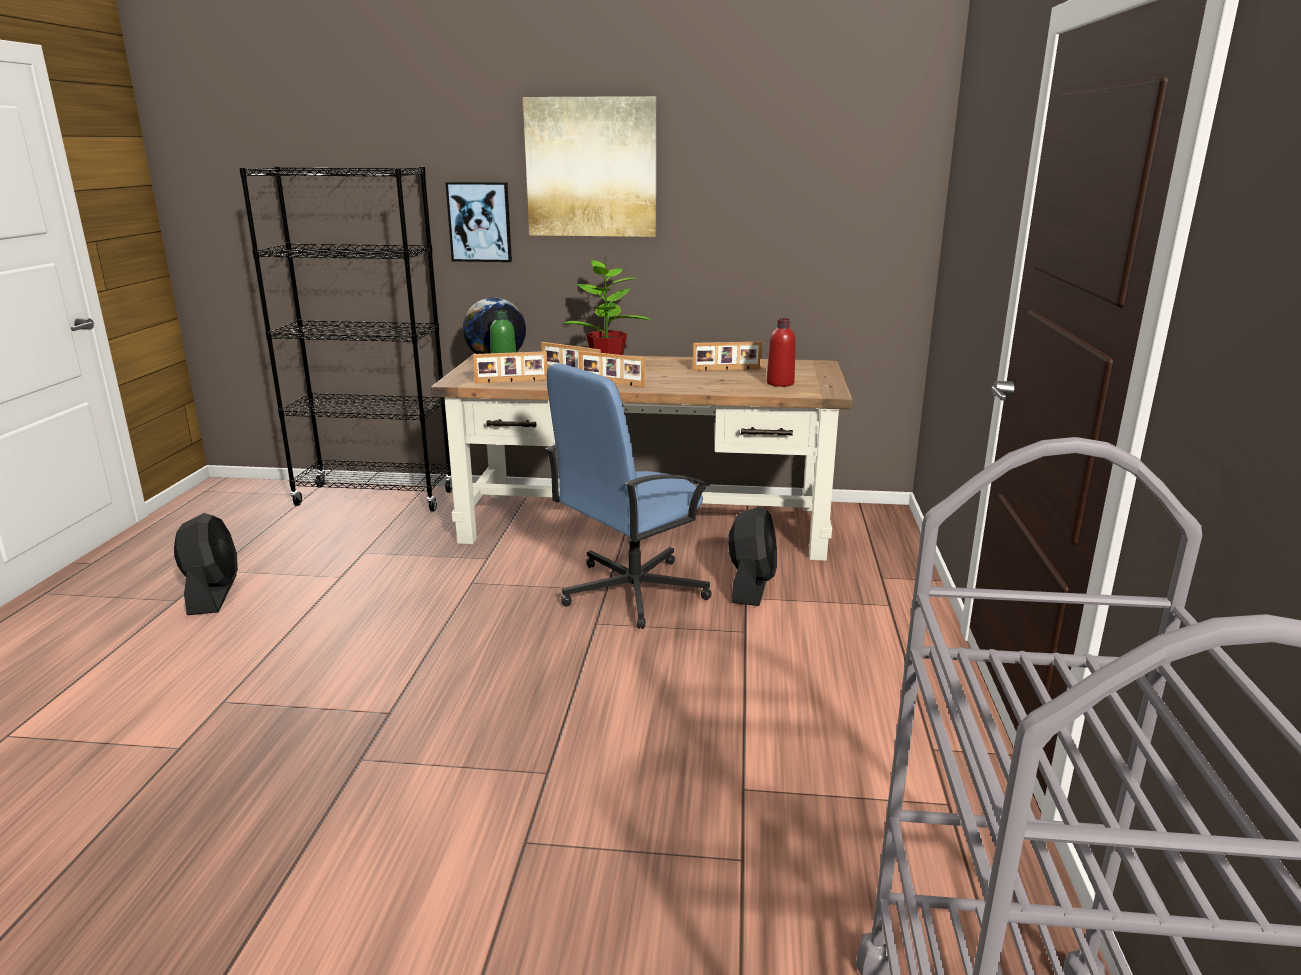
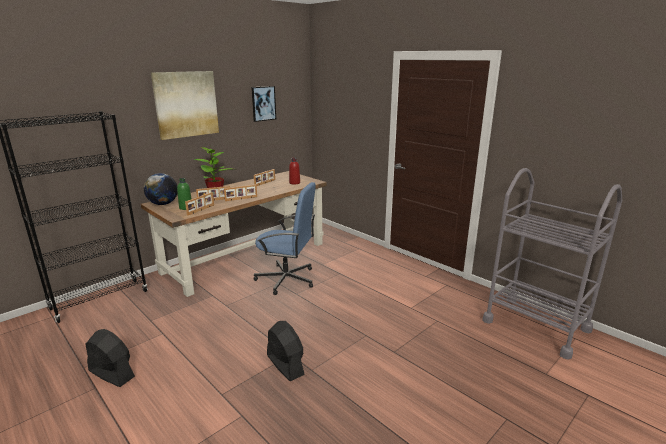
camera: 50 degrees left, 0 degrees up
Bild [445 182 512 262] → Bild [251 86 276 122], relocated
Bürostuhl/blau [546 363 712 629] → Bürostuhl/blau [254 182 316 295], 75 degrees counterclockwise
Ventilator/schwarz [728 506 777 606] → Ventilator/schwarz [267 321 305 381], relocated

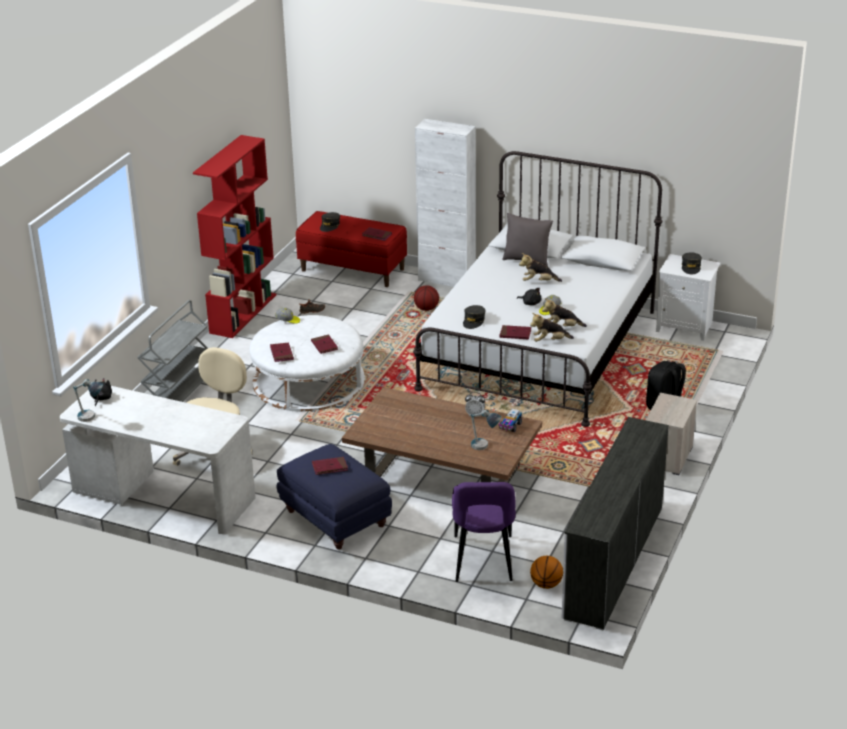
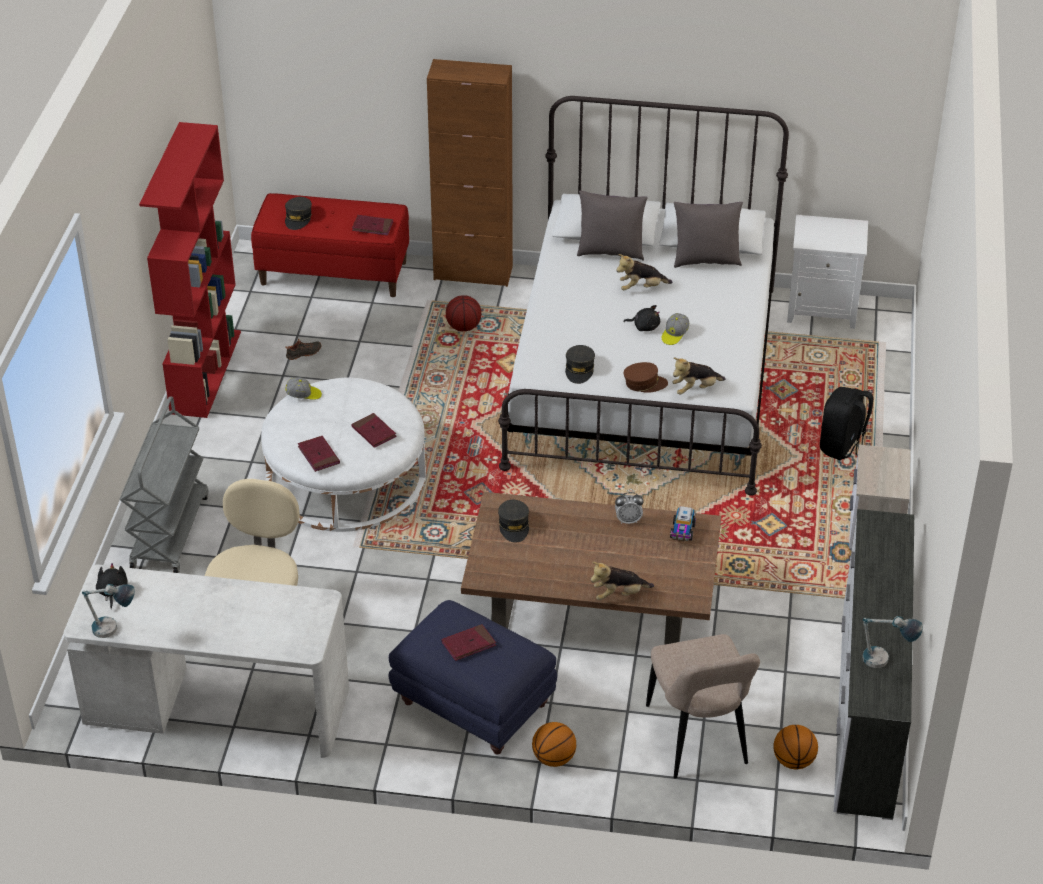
camera: 15 degrees left, 10 degrees up
Schrank/weiß [415 119 476 287] → Schrank/braun [427 59 513 287]
Kappe/grau [682 252 702 274] → Kappe/grau [498 500 529 543], relocated
Plüschtier [542 298 587 327] → Plüschtier [591 562 654 600], relocated
Buch/rot [499 325 532 340] → Kappe/braun [624 362 668 393]
Tischlampe [471 410 502 450] → Tischlampe [862 616 923 668], relocated
Stuhl/lila [452 482 516 582] → Stuhl/beige [646 634 760 779]
- → Kissen/grau [674 202 743 268]
- → Basketball [532 722 576 767]

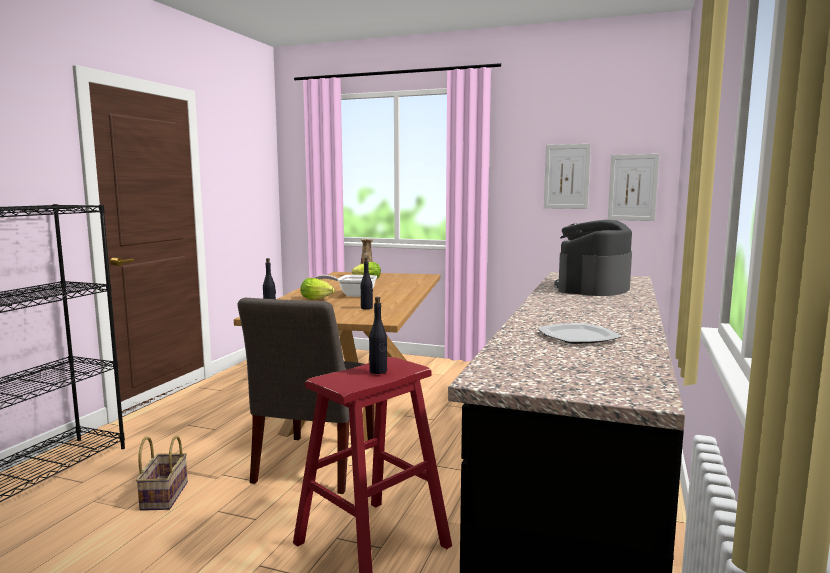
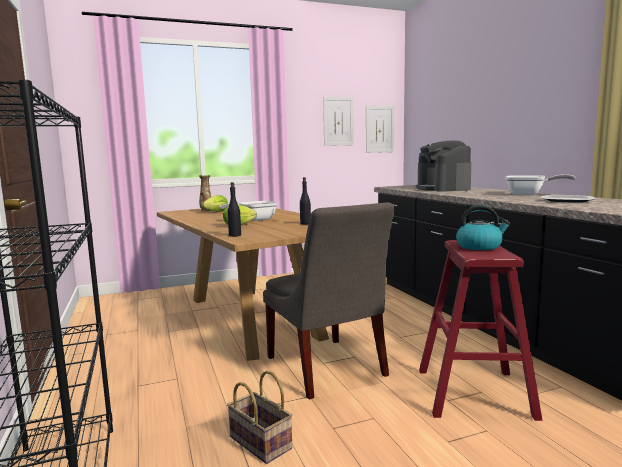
camera: 40 degrees left, 0 degrees up
Flasche/schwarz [369 297 387 374] → Wasserkessel [456 205 511 250]
- → Pfanne [505 174 576 195]

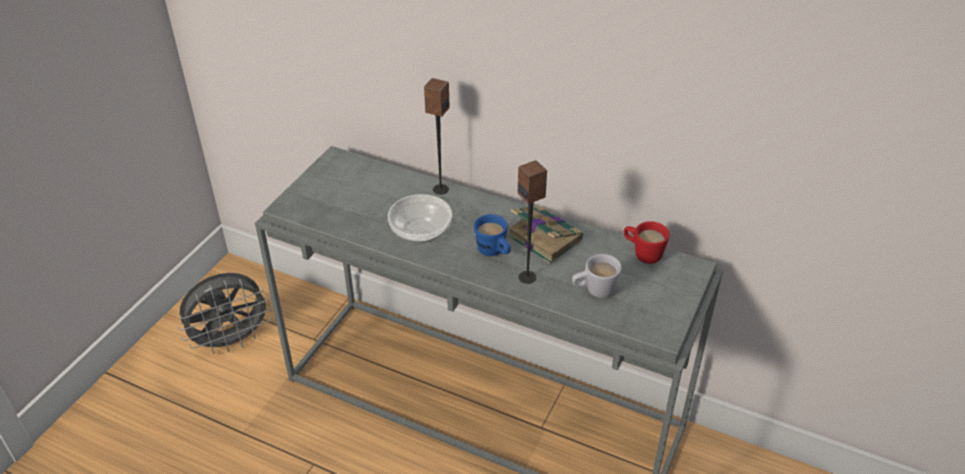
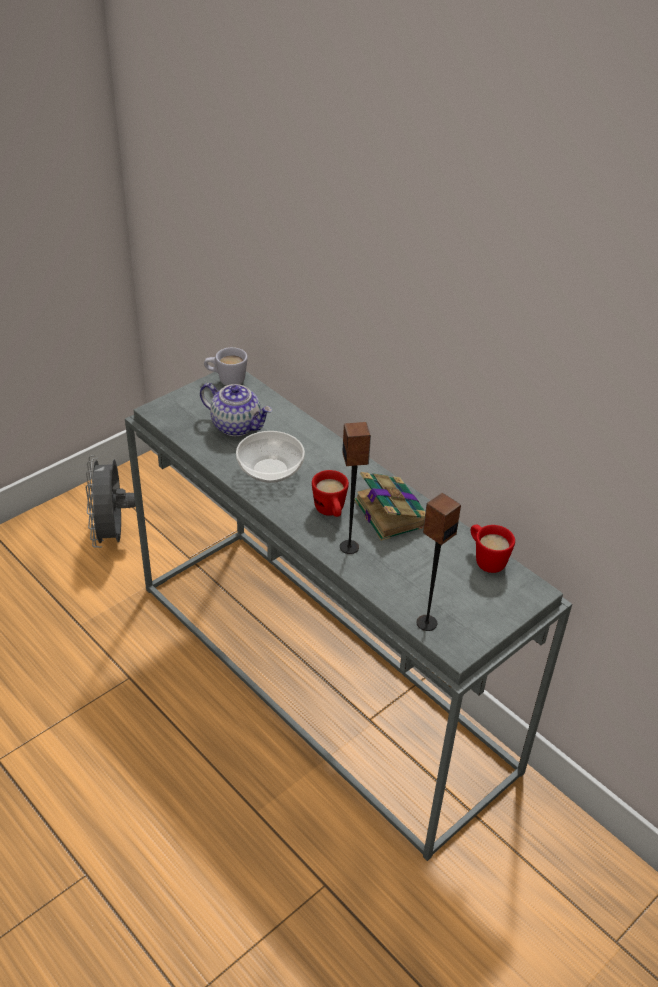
camera: 20 degrees right, 0 degrees up
Lautsprecher [424 78 450 195] → Lautsprecher [417 493 461 631], relocated
Henkelbecher/blau [474 214 511 256] → Henkelbecher/rot [312 470 349 517]
Henkelbecher/weiß [572 254 622 298] → Henkelbecher/weiß [204 347 248 386], relocated
Ventilator/grau [178 273 273 354] → Ventilator/grau [86 455 136 548], 90 degrees clockwise
- → Teekanne [200 383 272 436]

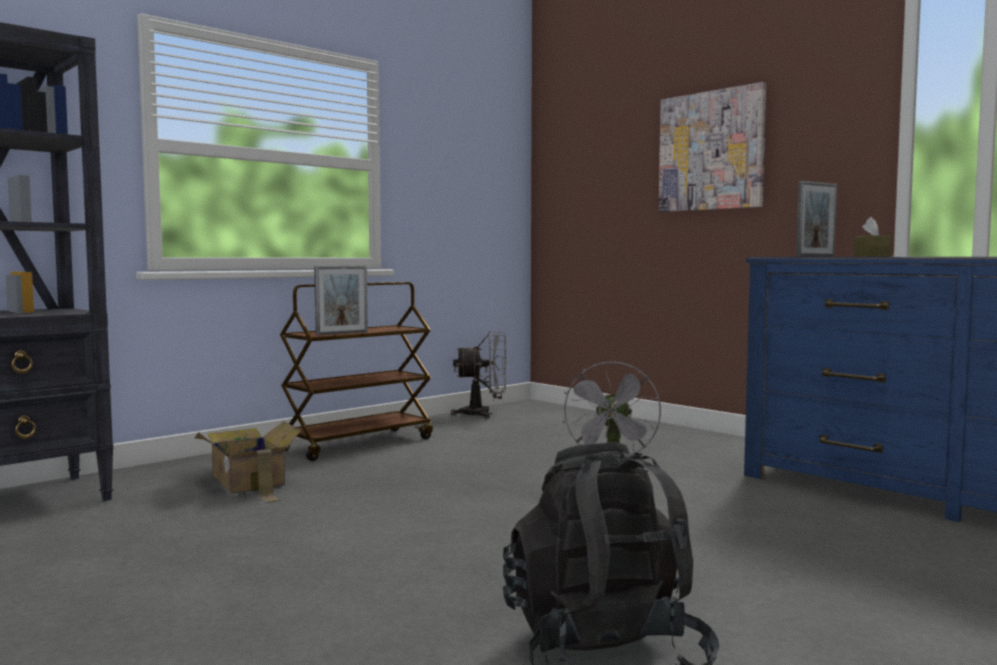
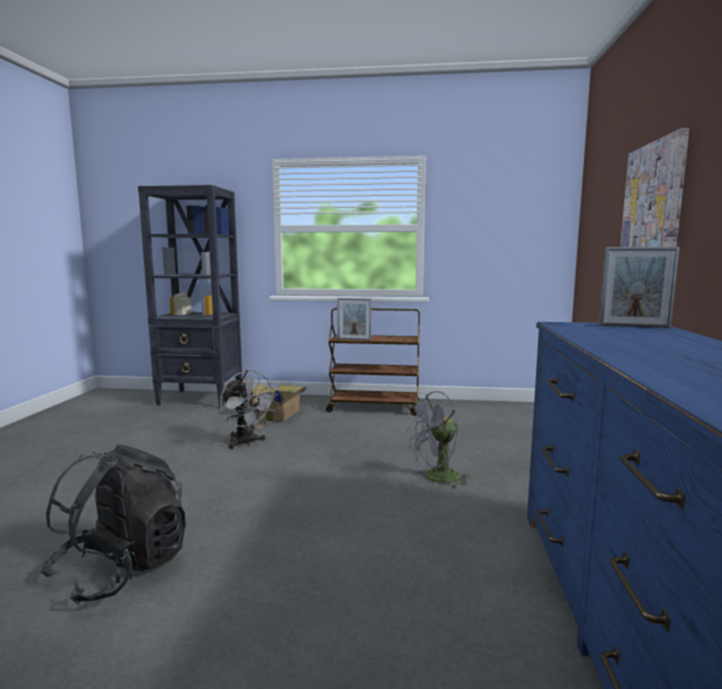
camera: 50 degrees right, 5 degrees up
Taschentuchbox/braun [854 217 892 257] → -
Ventilator/grau [451 331 506 419] → Ventilator/grau [220 370 278 449], relocated

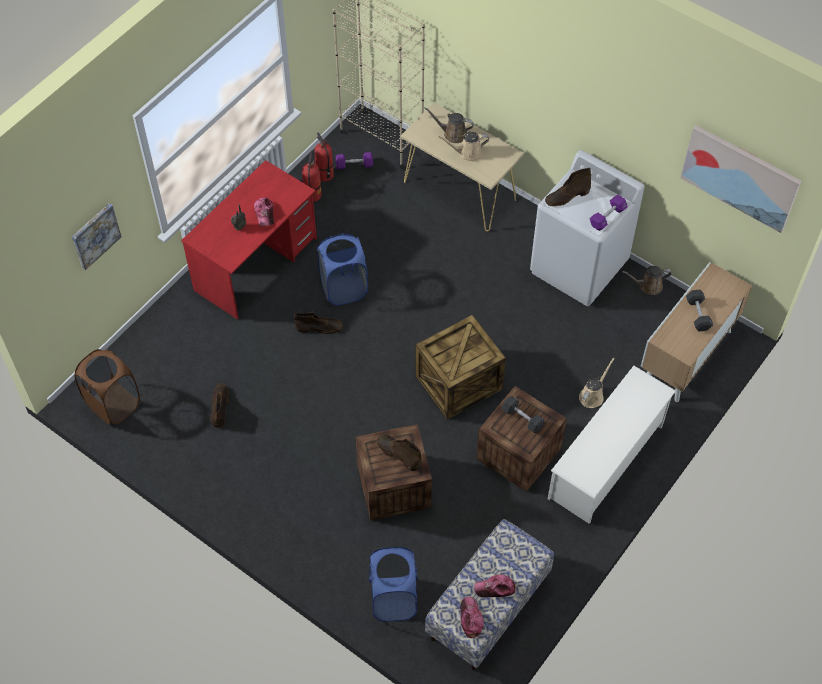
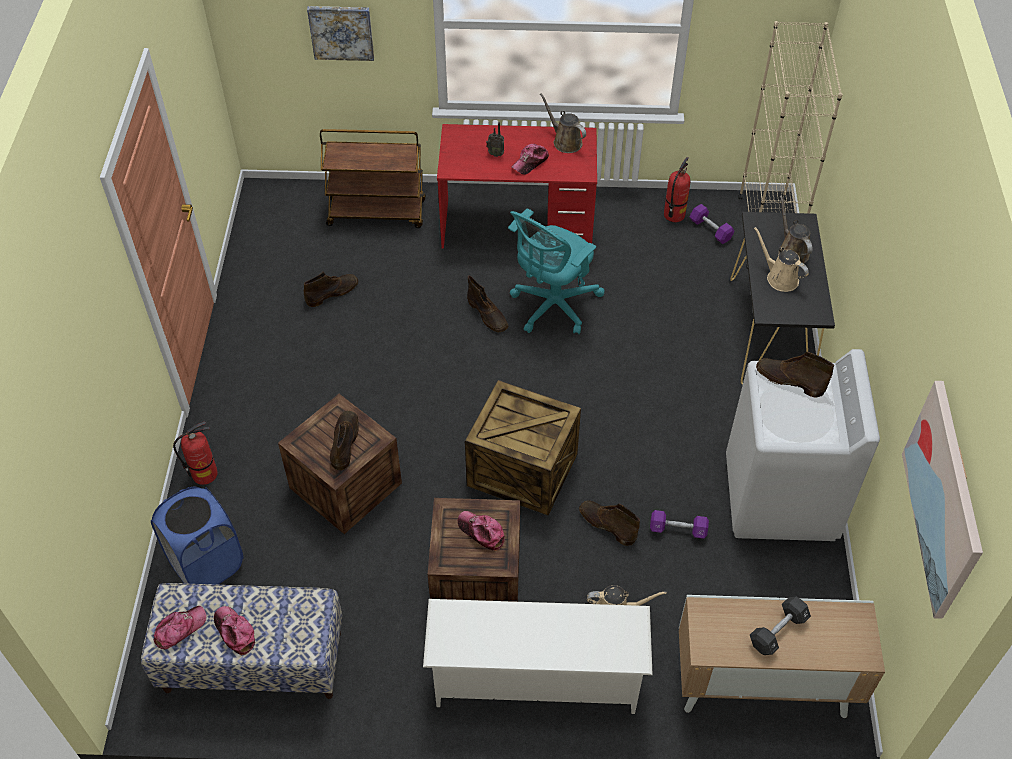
camera: 55 degrees right, 5 degrees down
Konsolentisch/beige [401 103 524 231] → Konsolentisch/schwarz [730 212 835 385]
Feuerlöscher [302 152 322 202] → Feuerlöscher [173 421 218 485], relocated
Hantel/lila [589 195 628 231] → Hantel/lila [650 510 709 539], relocated
Wäschekorb/blau [317 234 368 305] → Bürostuhl/türkis [508 208 605 334]
Gießkanne/braun [622 266 671 295] → Gießkanne/braun [540 93 586 153], relocated
Wäschekorb/braun [75 349 140 424] → -
Hantel/schwarz [502 396 545 433] → Kappe [458 511 505 551]
- → Rollwagen/braun [320 129 426 228]
- → Stiefel/braun [579 500 640 546]

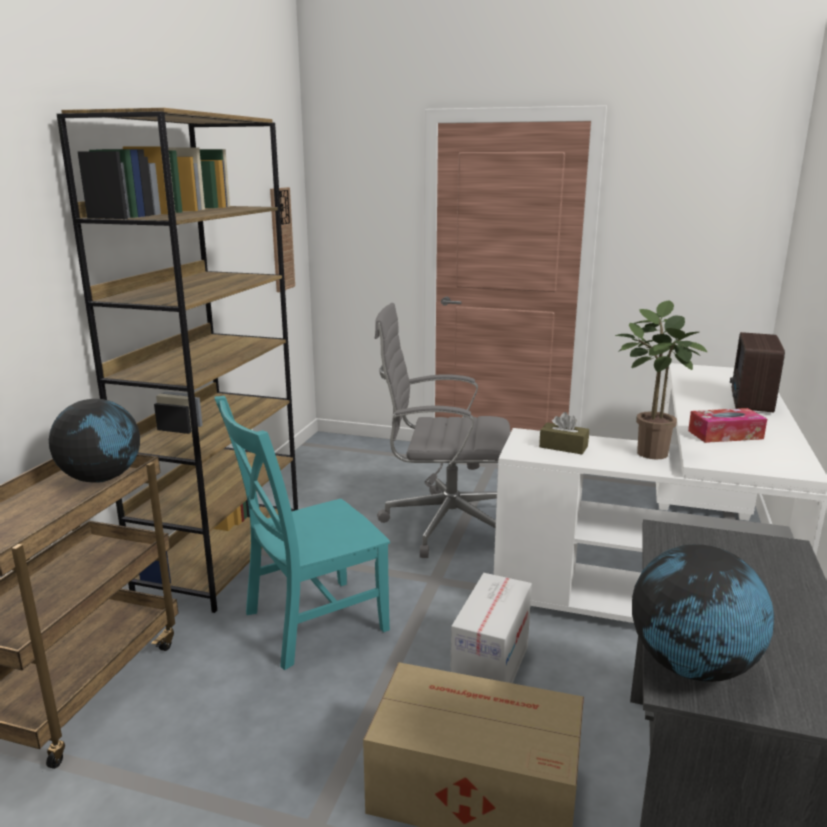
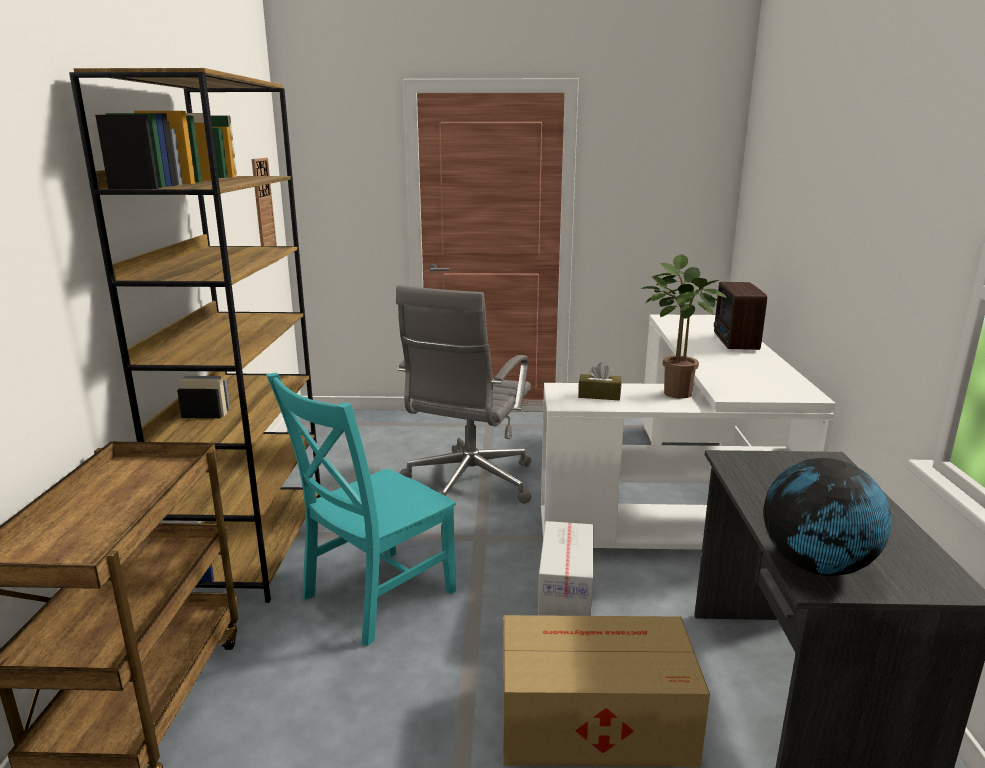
camera: 15 degrees left, 0 degrees up
Bürostuhl/grau [375 303 511 558] → Bürostuhl/grau [396 285 532 504], 60 degrees counterclockwise
Globus [49 399 140 483] → -
Taschentuchbox [688 408 767 443] → -

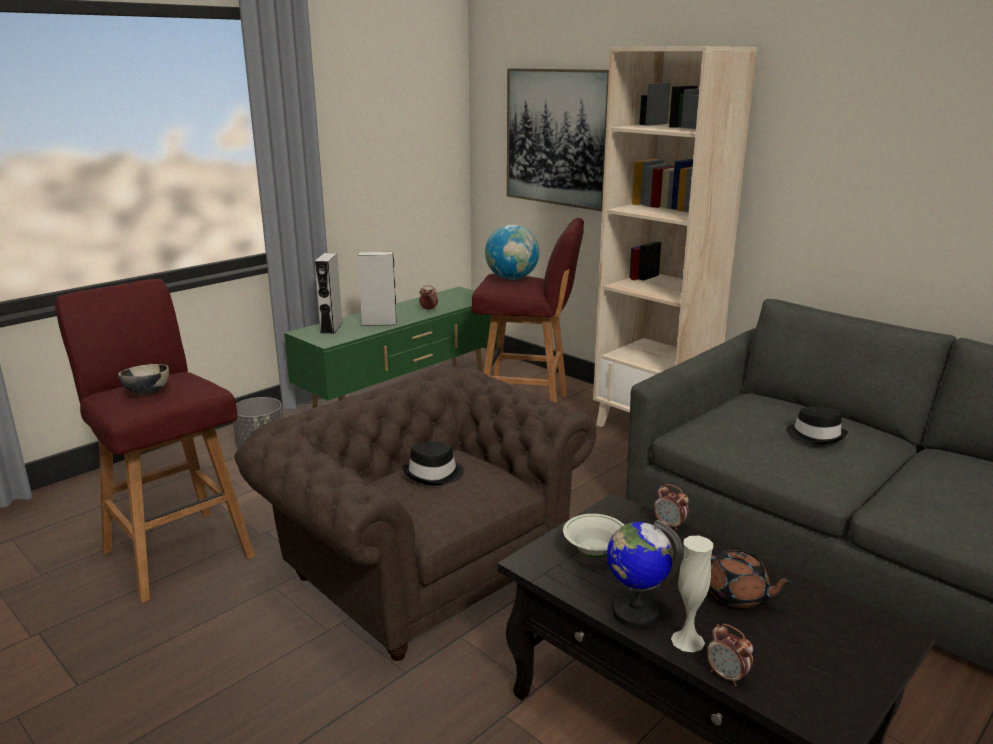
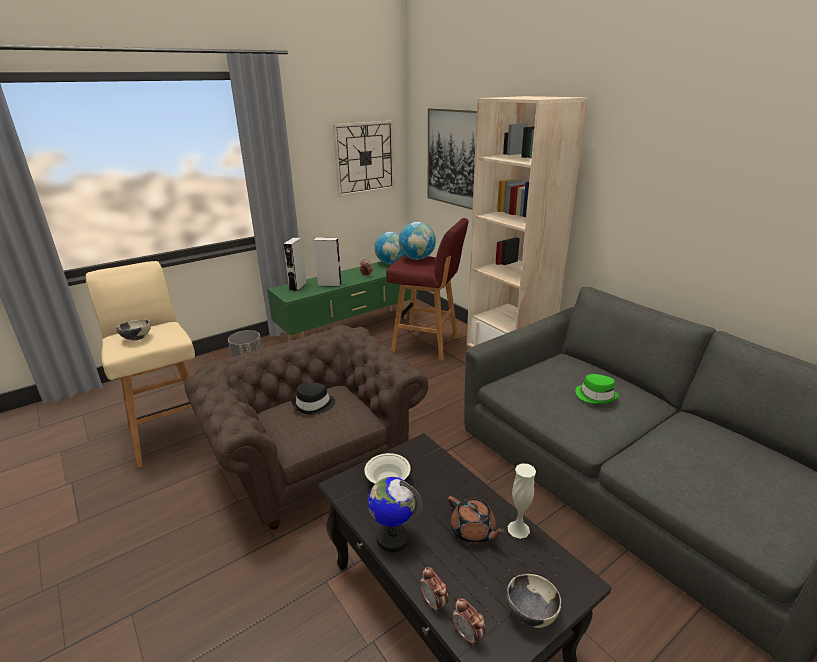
camera: 10 degrees right, 5 degrees up
Hocker/rot [54 279 255 603] → Hocker/beige [86 261 195 468]
Hut/schwarz [786 406 848 444] → Hut/grün [575 374 619 404]
Wecker [654 484 689 531] → Wecker [452 598 486 646], relocated
Vase/weiß [671 536 713 652] → Vase/weiß [507 463 536 539], relocated
- → Wanduhr [333 121 395 197]
- → Globus [374 232 404 264]
- → Schüssel [507 574 562 628]

